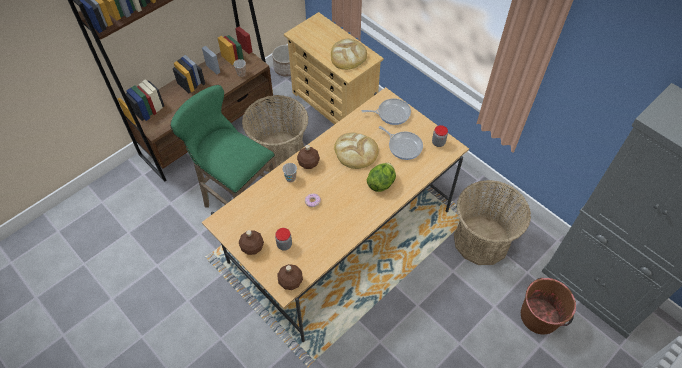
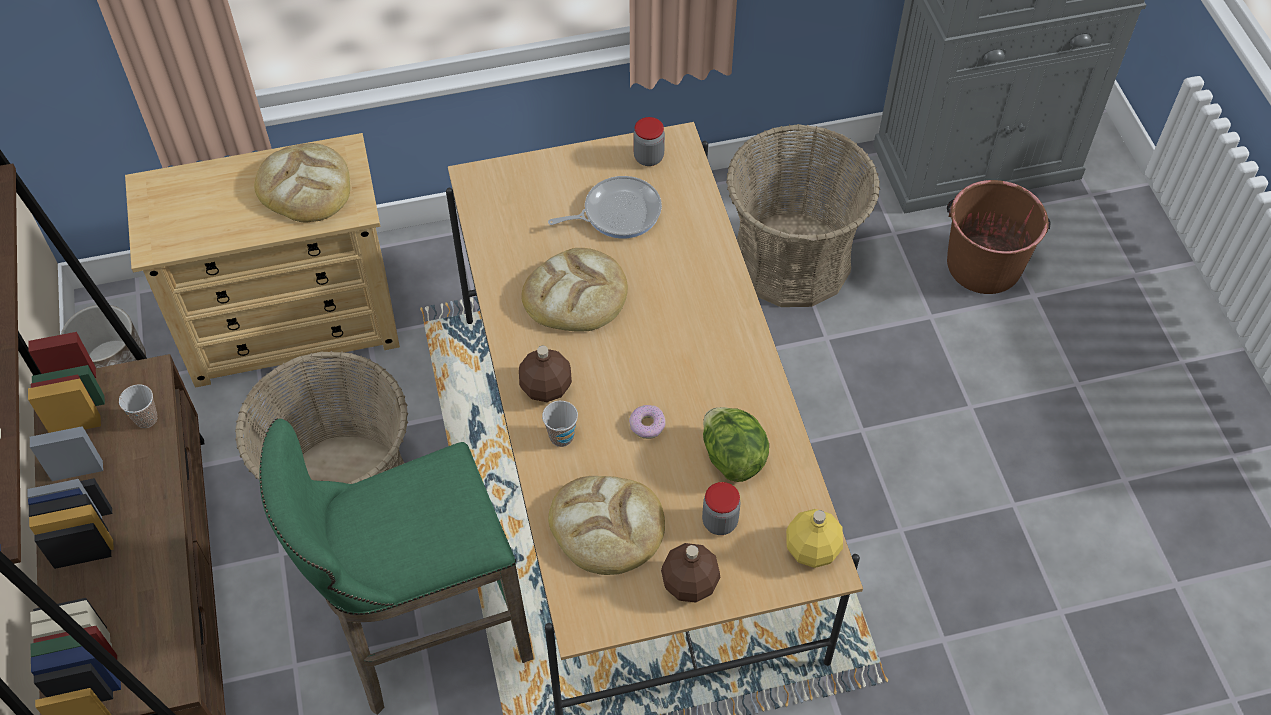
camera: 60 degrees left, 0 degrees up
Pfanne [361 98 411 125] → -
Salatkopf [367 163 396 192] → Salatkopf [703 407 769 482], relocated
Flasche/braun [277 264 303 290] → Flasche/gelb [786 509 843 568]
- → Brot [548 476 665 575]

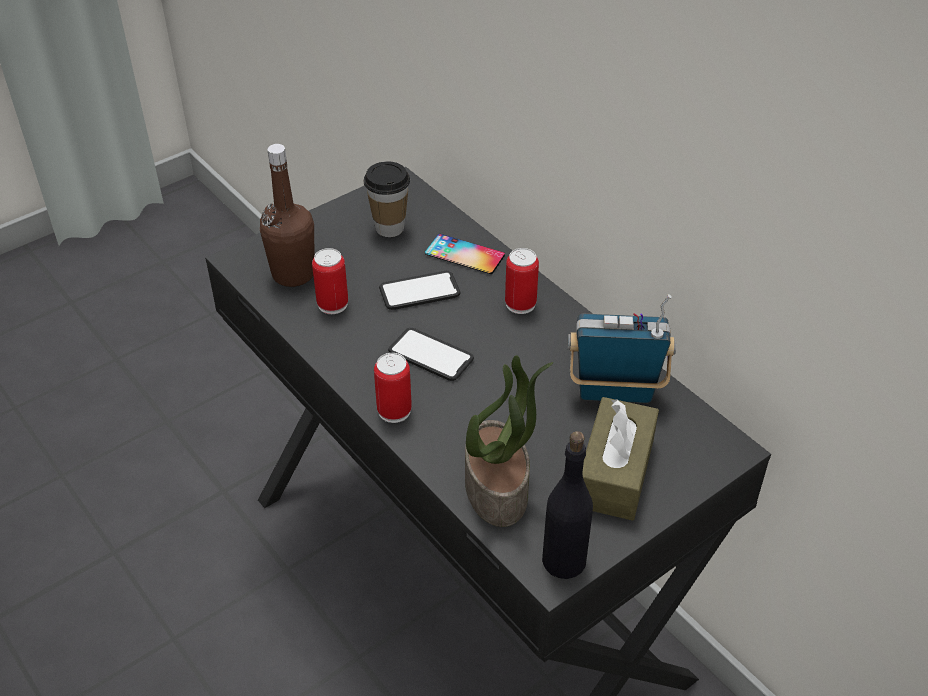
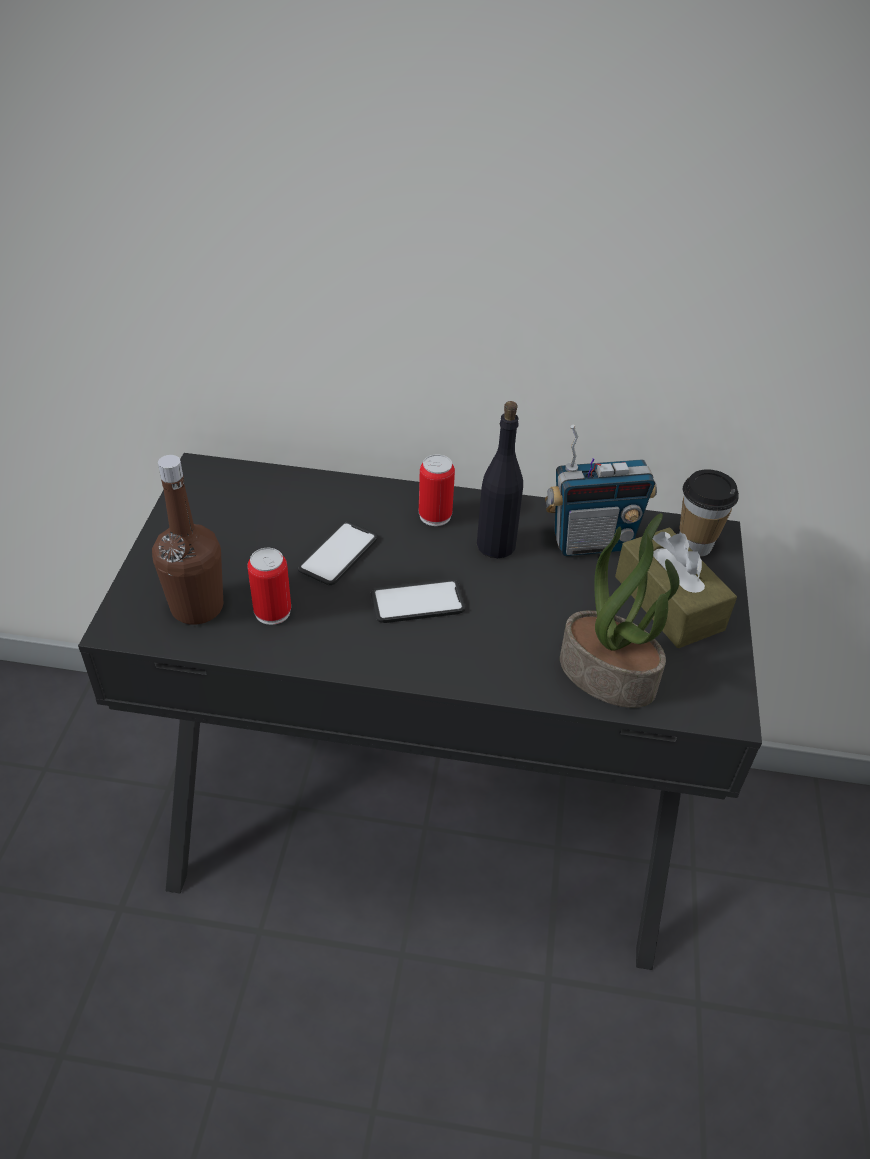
camera: 45 degrees left, 0 degrees up
Tasse [364 161 410 237] → Tasse [680 469 739 557], relocated
Handy [425 234 505 274] → -
Radio [568 294 676 403] → Radio [545 425 657 556], 150 degrees counterclockwise
Dose [374 353 412 423] → -
Flasche/schwarz [542 431 593 579] → Flasche/schwarz [477 401 523 558], relocated

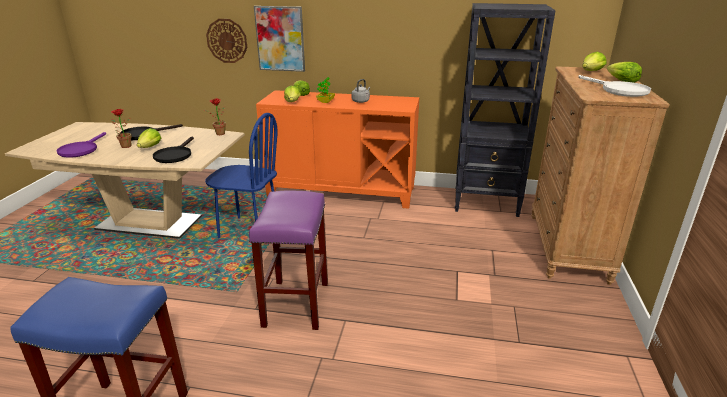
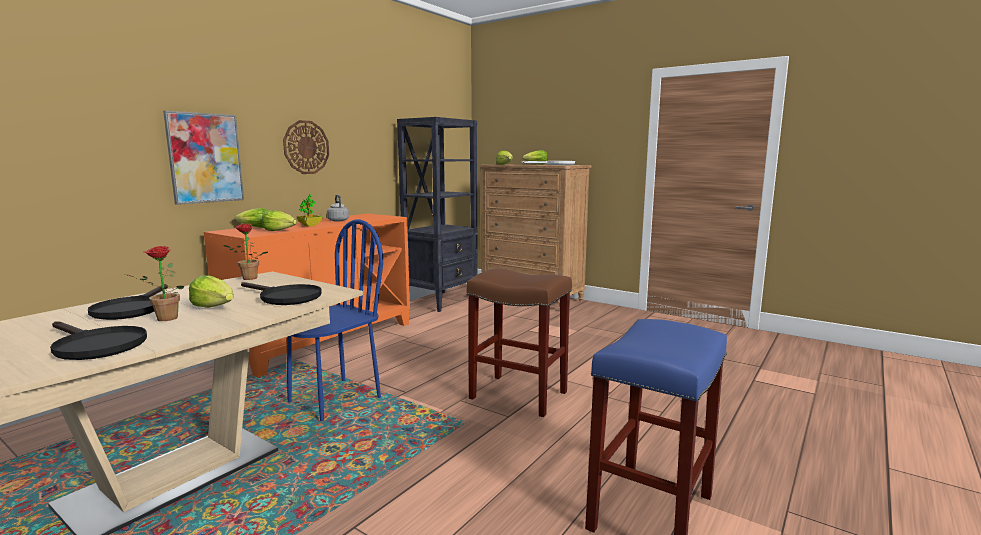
camera: 65 degrees left, 15 degrees down
Wanduhr [206 19 247 63] → Wanduhr [283 120 329 174], relocated
Pfanne/lila [57 132 106 157] → Pfanne/schwarz [50 321 147 360]
Hocker/lila [249 190 328 330] → Hocker/braun [466 268 572 417]

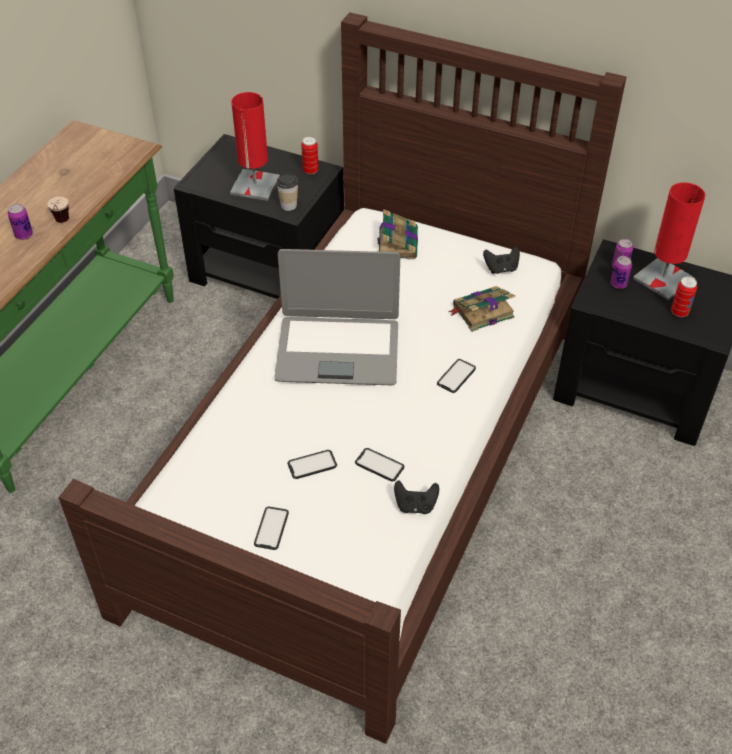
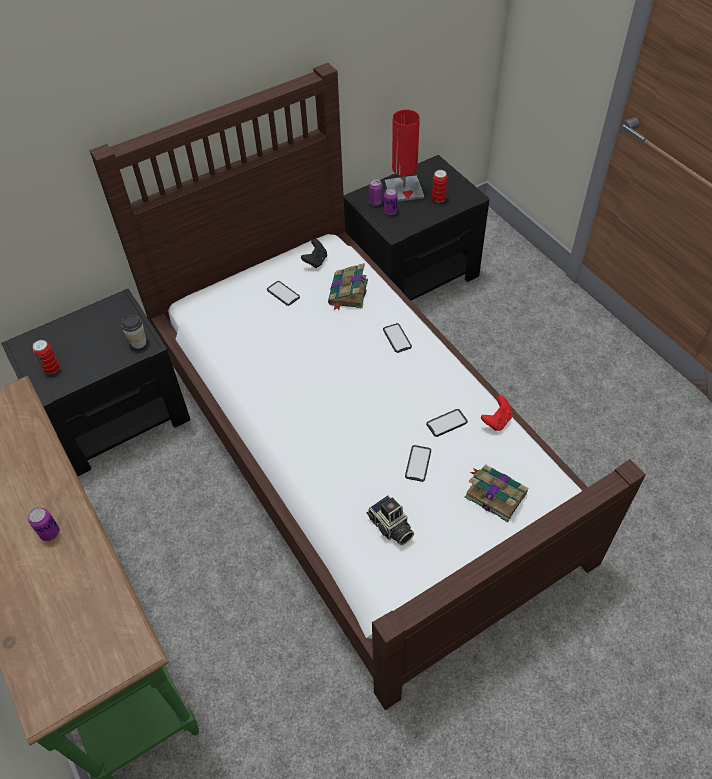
camera: 55 degrees left, 5 degrees up
Tischlampe/rot [230 92 280 201] → -
Dose [301 137 319 175] → Dose [33 340 60 374], relocated
Tasse [47 197 69 223] → -
Buch [377 209 418 259] → Buch [464 464 528 522], relocated
Laptop [274 249 400 385] → -
Gamepad/schwarz [394 481 439 514] → Gamepad/rot [481 395 512 431]
Handy [254 507 289 550] → Handy [267 281 300 306], relocated
- → Kamera [367 495 414 545]

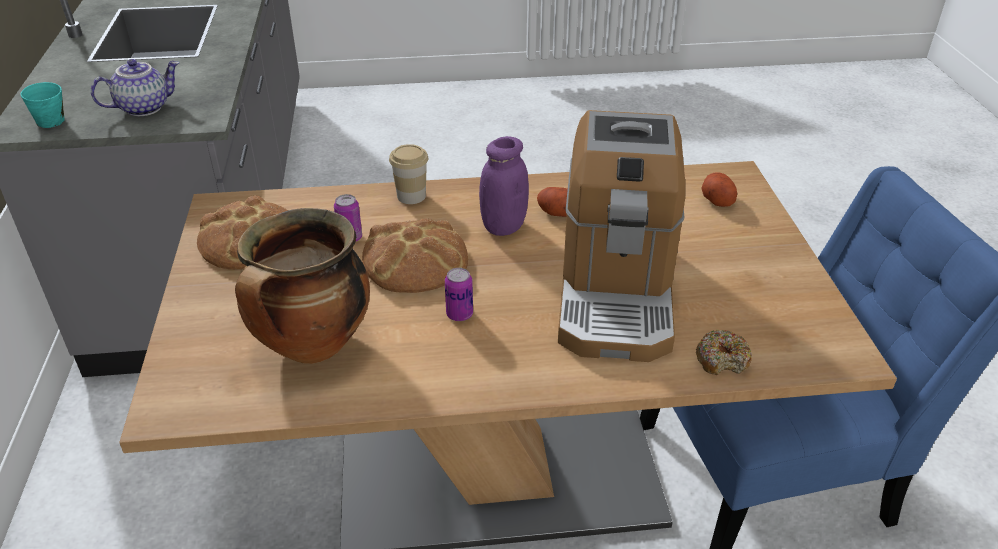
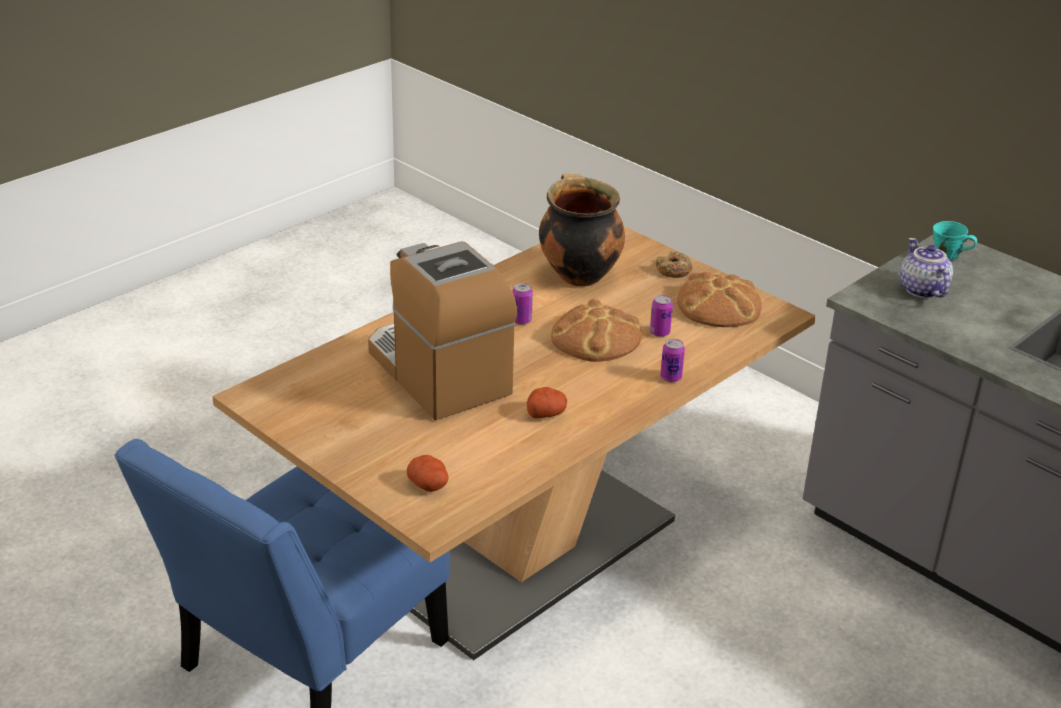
camera: 140 degrees right, 5 degrees down
Teekanne [91 59 180 116] → Teekanne [900 238 953 298], 150 degrees clockwise
Vorratsglas/lila [479 136 529 236] → -
Tasse [389 144 428 204] → Dose [660 339 685 383]
Donut [696 330 752 375] → Donut [655 251 693 278], relocated

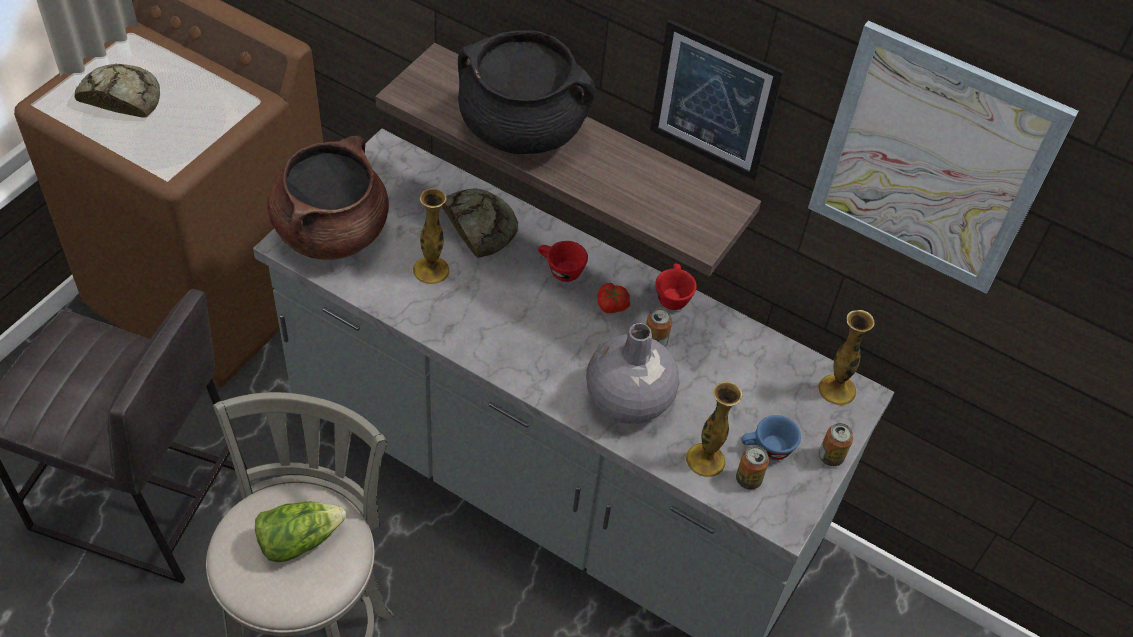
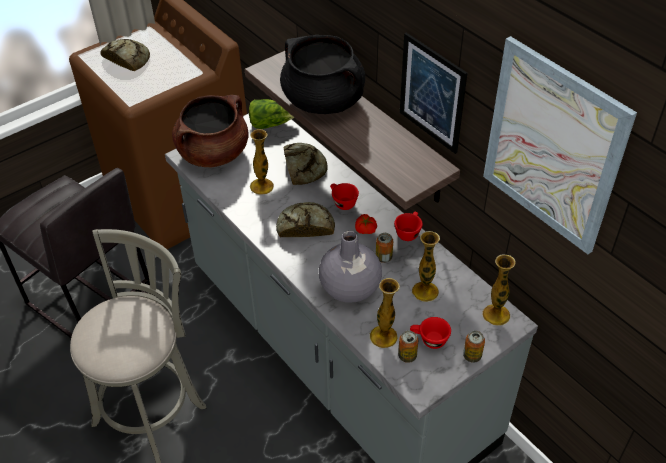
camera: 25 degrees right, 5 degrees down
Tasse/blau [742 415 801 460] → Tasse/rot [410 317 451 349]
Salatkopf [255 502 346 562] → Salatkopf [249 99 294 129], relocated
- → Brot [276 202 335 237]
- → Vase [412 231 440 302]

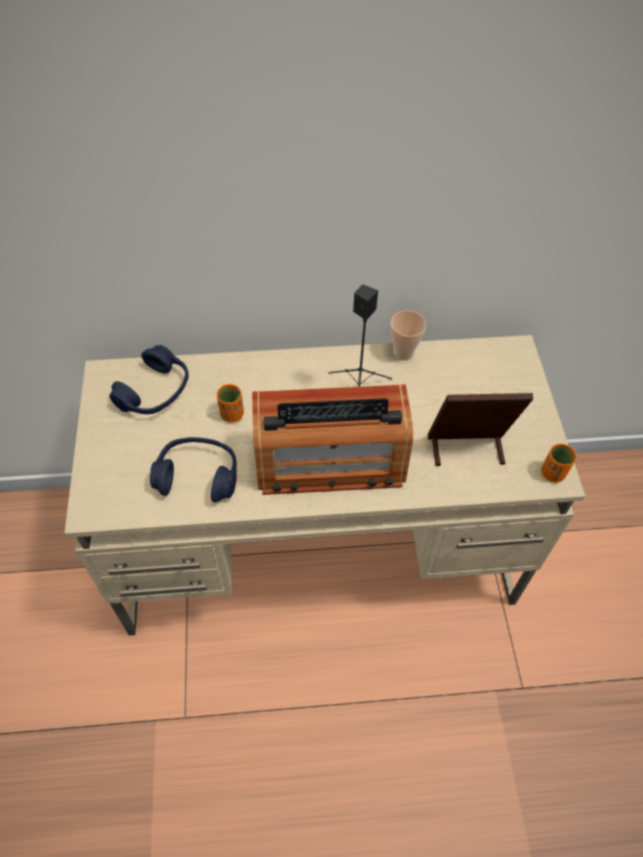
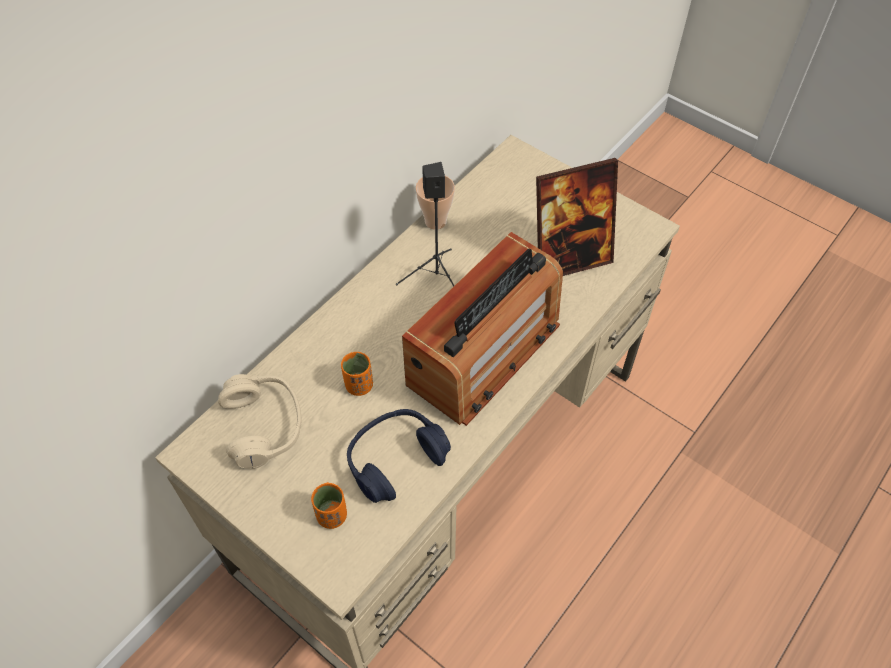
camera: 45 degrees left, 0 degrees up
Kopfhörer/blau [110 345 189 414] → Kopfhörer/beige [218 374 301 469]
Bilderrahmen [428 393 533 466] → Bilderrahmen [536 158 618 276], 150 degrees counterclockwise
Tasse/orange [541 444 576 483] → Tasse/orange [311 482 347 529], relocated

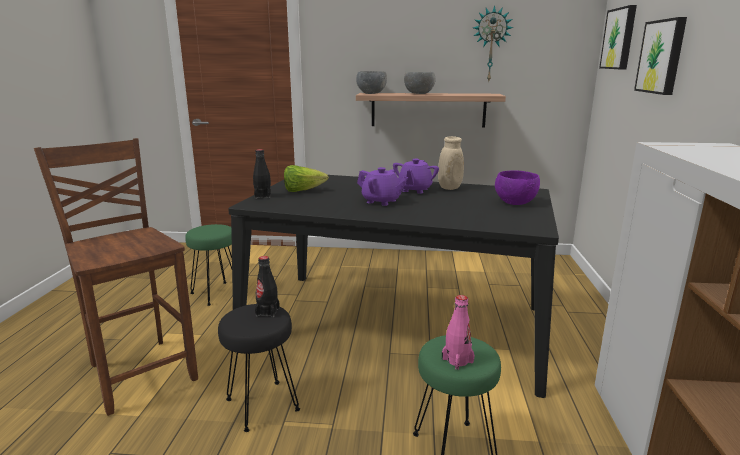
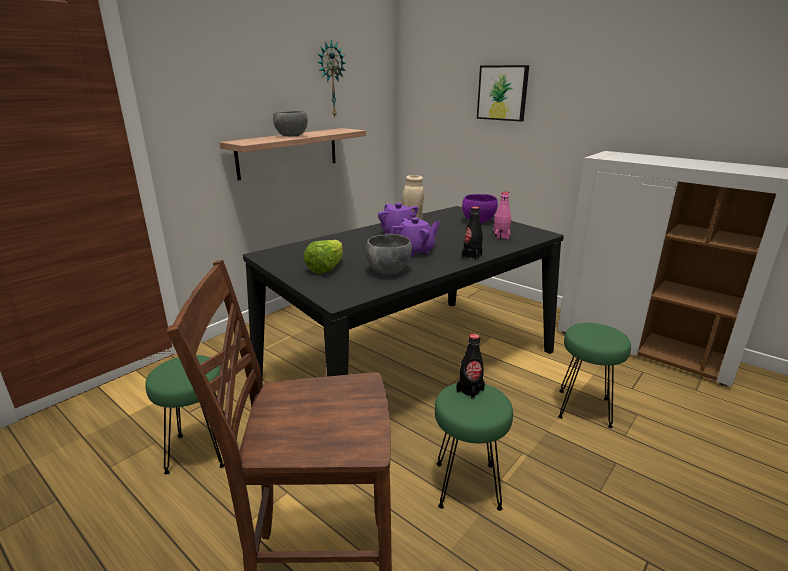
camera: 55 degrees left, 5 degrees up
Bild [599 5 637 69] → -
Schüssel/grau [356 71 387 94] → Schüssel/grau [366 234 412 275], relocated
Flasche/schwarz [253 149 271 199] → Flasche/schwarz [462 207 483 261], relocated
Flasche/rosa [442 295 474 370] → Flasche/rosa [493 191 511 239], relocated
Hocker/schwarz [218 304 300 432] → Hocker/grün [435 383 513 511]

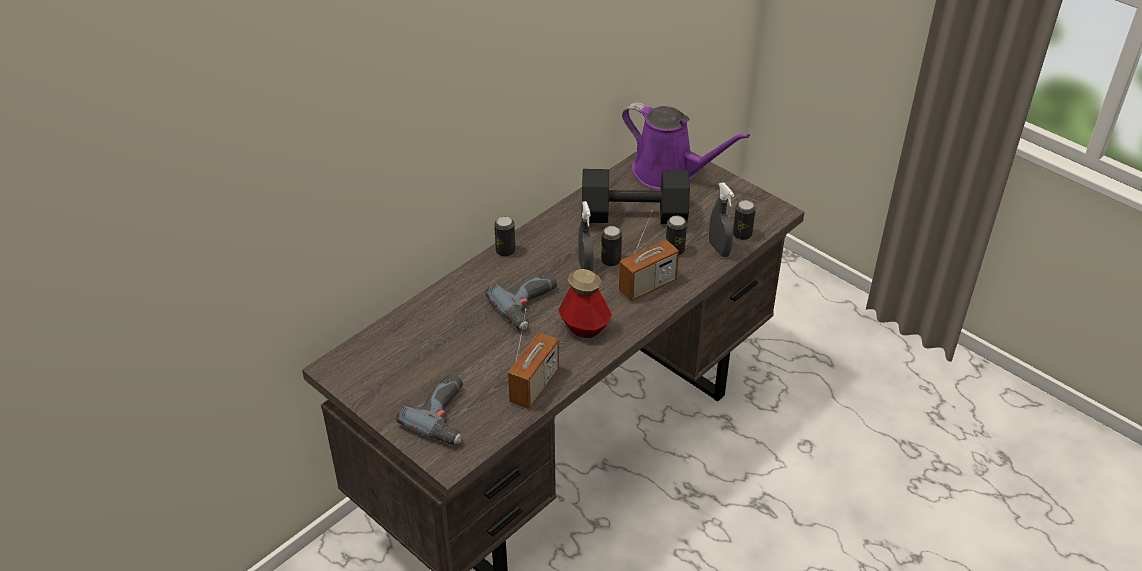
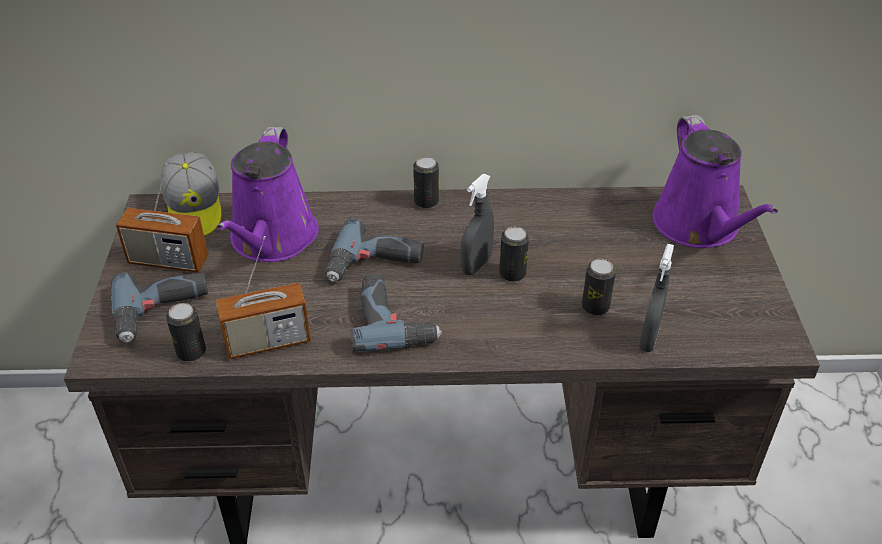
camera: 45 degrees right, 0 degrees up
Hantel/schwarz [582 169 690 224] → -
Dose [733 200 756 240] → Dose [166 303 206 362], relocated
Radio [619 210 679 301] → Radio [116 163 208 273], relocated
Flasche [558 269 612 338] → Bohrmaschine [350 273 442 352]
- → Gießkanne/lila [217 127 319 262]
- → Kappe [160 152 222 236]

